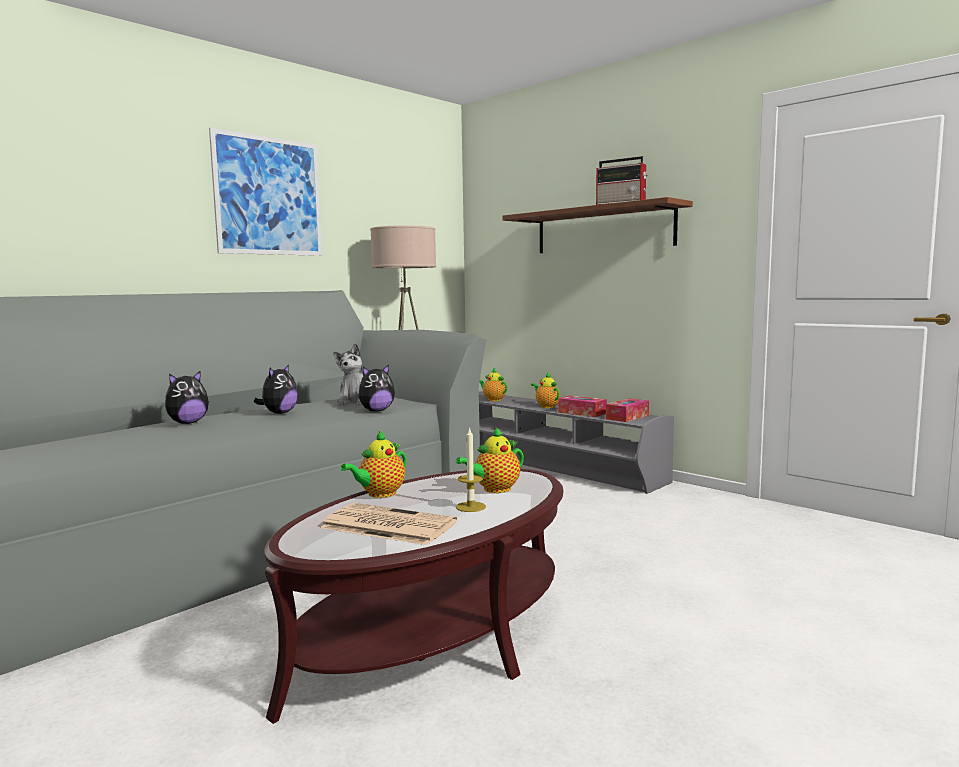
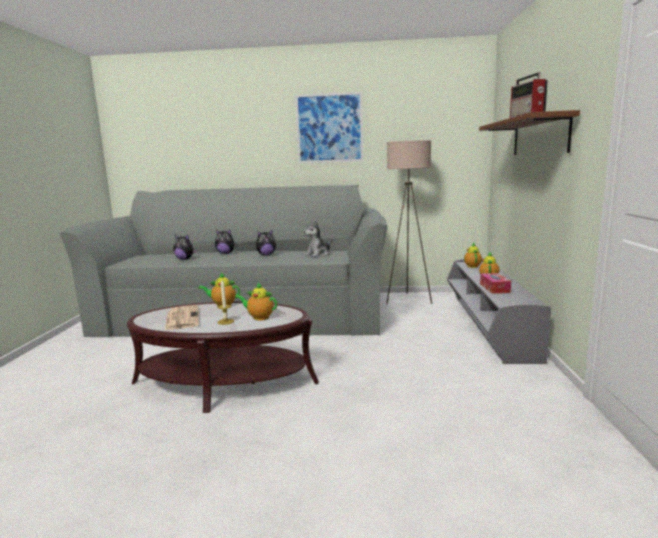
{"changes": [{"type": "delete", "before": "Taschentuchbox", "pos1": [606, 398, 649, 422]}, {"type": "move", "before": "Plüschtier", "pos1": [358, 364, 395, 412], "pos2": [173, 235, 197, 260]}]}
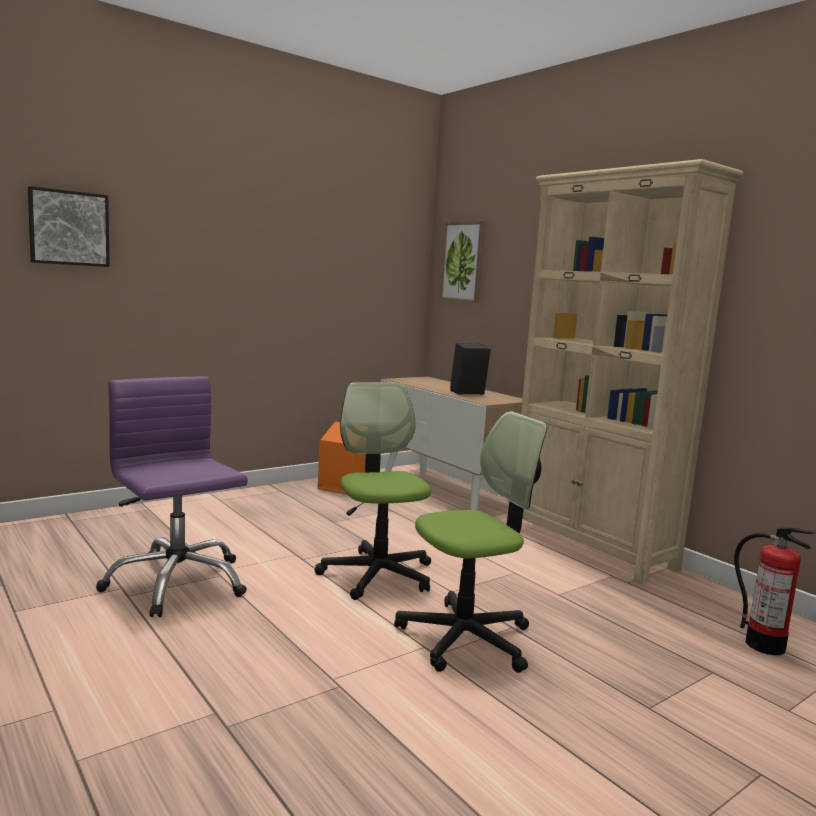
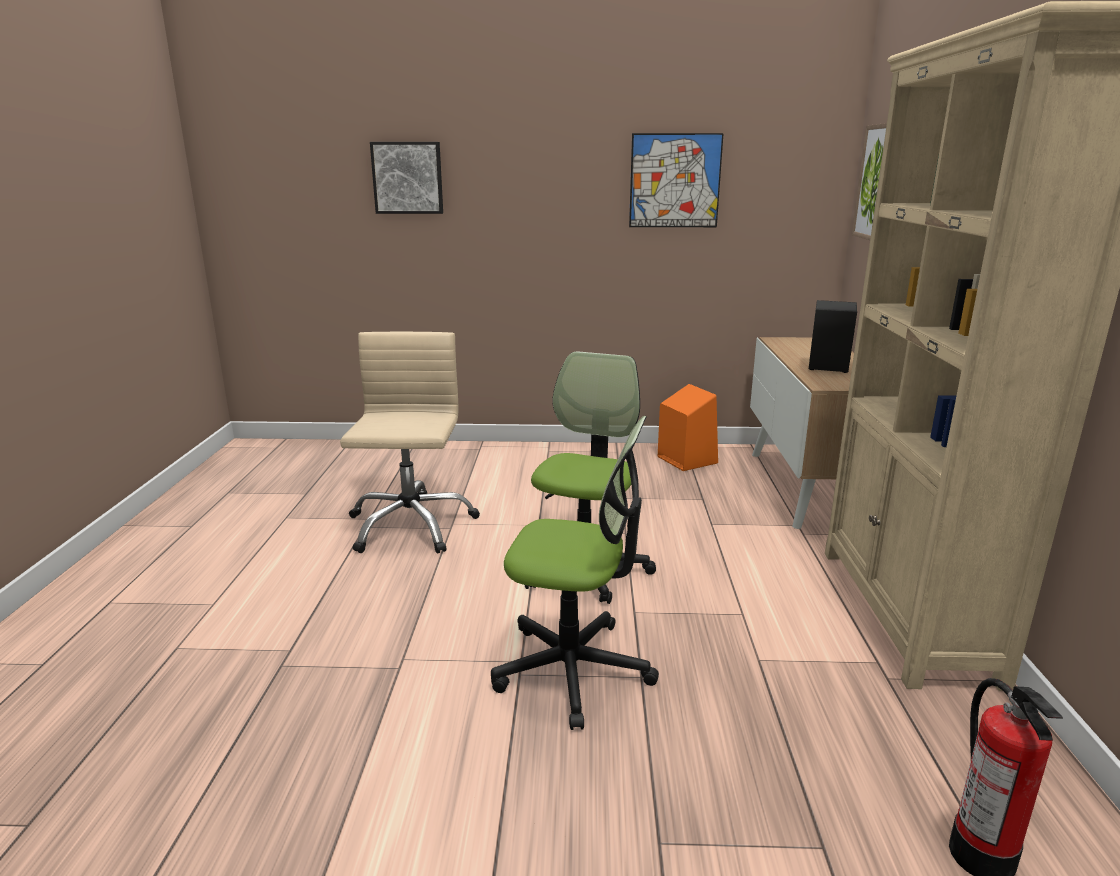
{"changes": [{"type": "insert", "after": "Bild", "pos2": [629, 133, 724, 227]}, {"type": "recolor", "before": "Bürostuhl/lila", "after": "Bürostuhl/beige", "pos1": [96, 377, 248, 617], "pos2": [340, 332, 480, 554]}]}
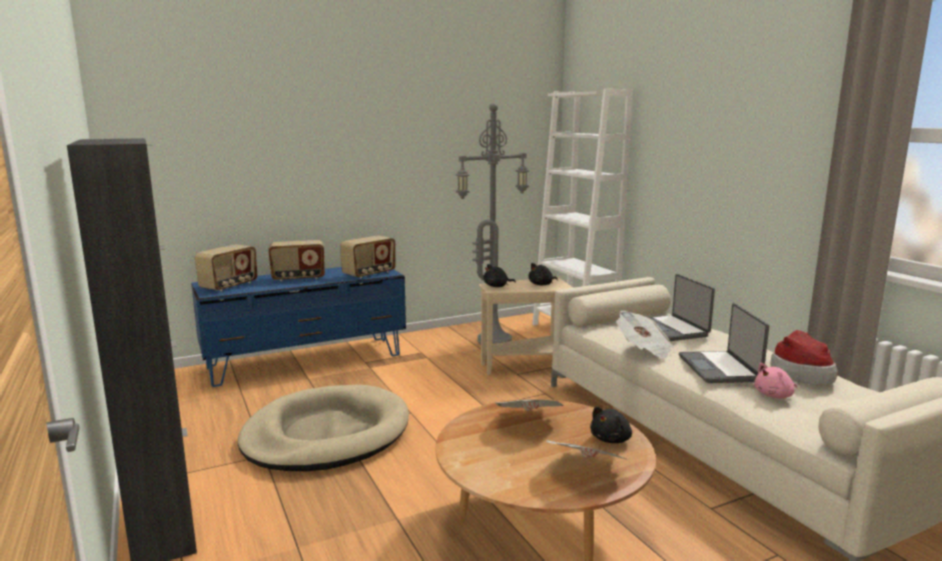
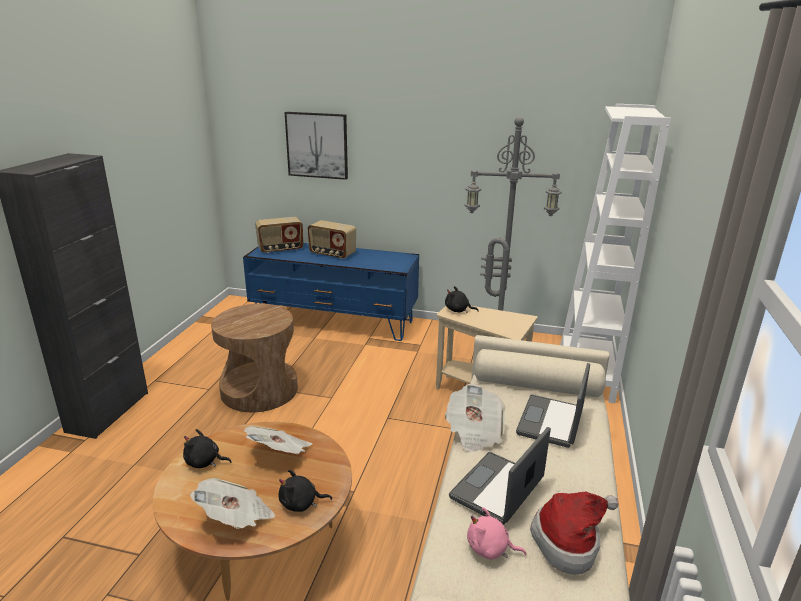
{"changes": [{"type": "delete", "before": "Radio", "pos1": [340, 235, 395, 278]}, {"type": "insert", "after": "Bild", "pos2": [285, 112, 348, 180]}, {"type": "move", "before": "Plüschtier/schwarz", "pos1": [528, 263, 558, 285], "pos2": [183, 429, 232, 468]}, {"type": "replace", "before": "Hundebett/beige", "after": "Beistelltisch/braun", "pos1": [238, 385, 409, 471], "pos2": [211, 304, 298, 412]}]}
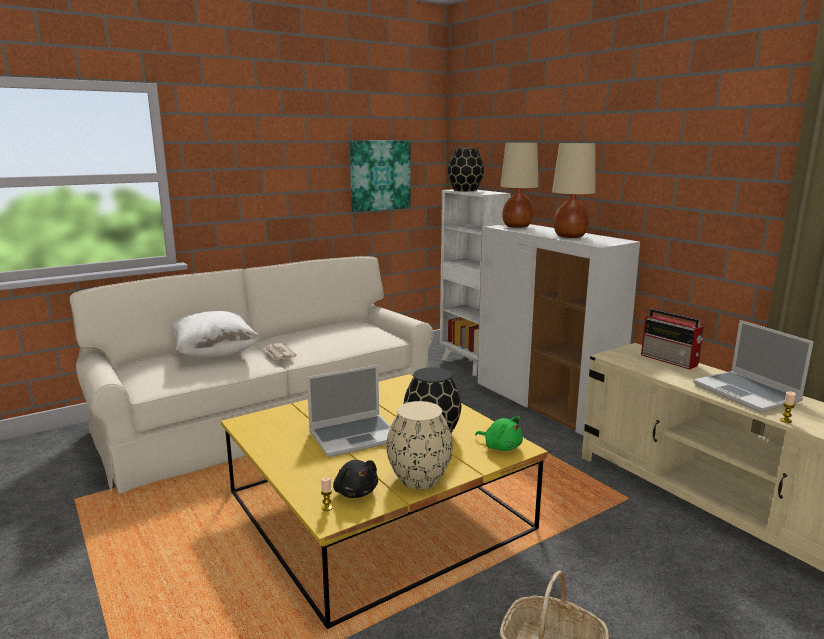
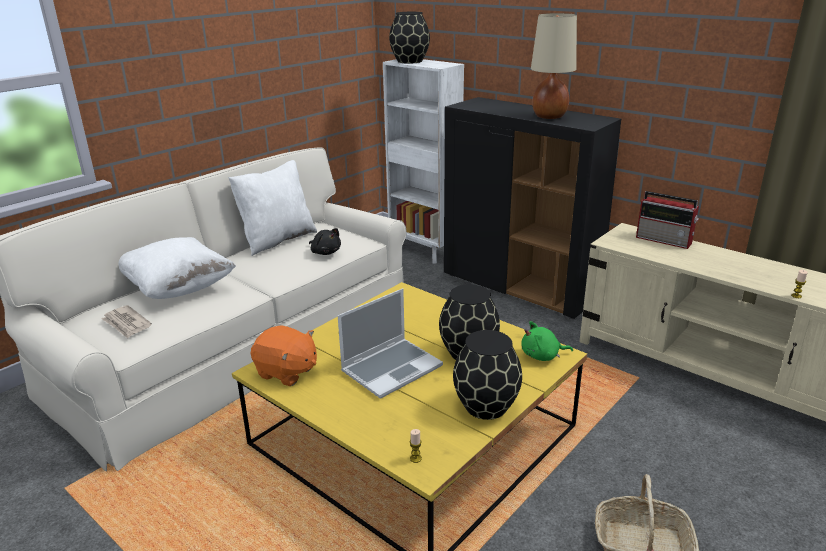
{"changes": [{"type": "delete", "before": "Bild", "pos1": [350, 140, 411, 212]}, {"type": "delete", "before": "Tischlampe/beige", "pos1": [500, 142, 539, 228]}, {"type": "delete", "before": "Laptop", "pos1": [693, 320, 814, 412]}, {"type": "insert", "after": "Kissen/weiß", "pos2": [228, 160, 317, 256]}, {"type": "insert", "after": "Plüschtier/orange", "pos2": [251, 325, 317, 386]}, {"type": "move", "before": "Zeitung", "pos1": [263, 343, 296, 362], "pos2": [101, 305, 152, 338]}, {"type": "move", "before": "Plüschtier/schwarz", "pos1": [333, 460, 378, 498], "pos2": [309, 228, 341, 255]}, {"type": "recolor", "before": "Vase/beige", "after": "Vase/schwarz", "pos1": [386, 401, 453, 489], "pos2": [453, 330, 522, 420]}, {"type": "recolor", "before": "Schrank/weiß", "after": "Schrank/schwarz", "pos1": [477, 224, 640, 437], "pos2": [444, 97, 621, 319]}, {"type": "rotate", "before": "Plüschtier/grün", "pos1": [475, 417, 523, 451], "pos2": [521, 321, 573, 361], "turn": 150}]}
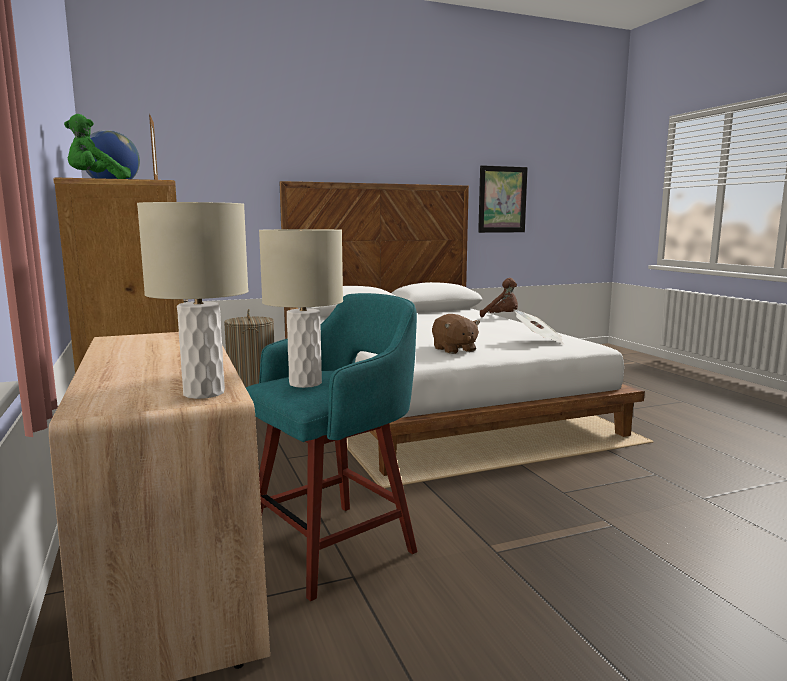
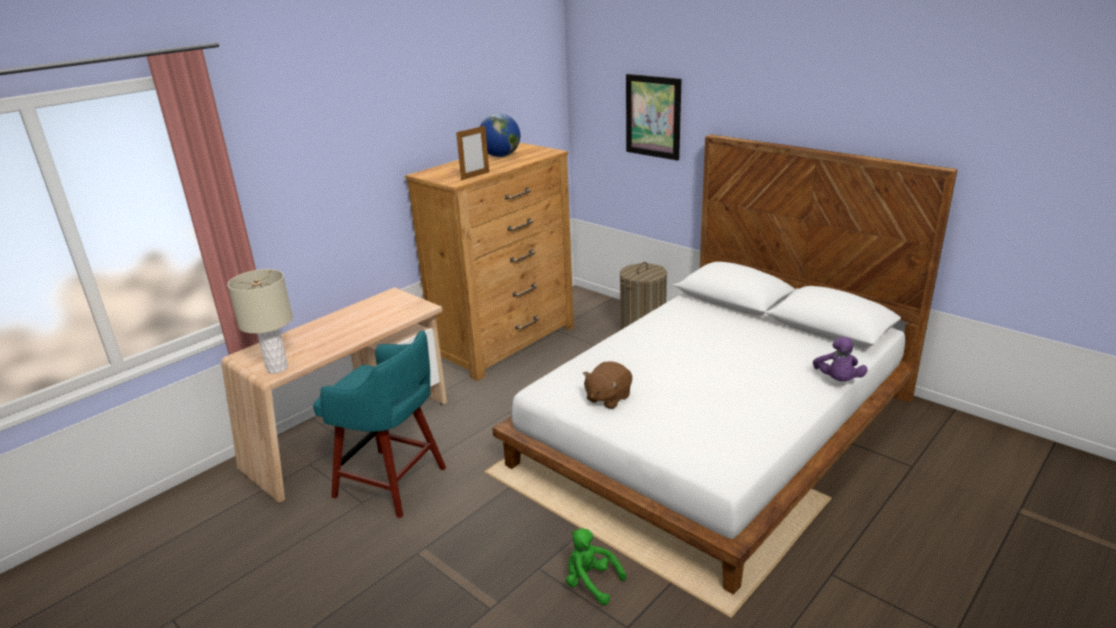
{"changes": [{"type": "delete", "before": "Tischlampe/beige", "pos1": [259, 229, 343, 388]}, {"type": "delete", "before": "Zeitung", "pos1": [514, 310, 564, 345]}, {"type": "move", "before": "Plüschtier/grün", "pos1": [64, 114, 131, 179], "pos2": [566, 529, 626, 605]}, {"type": "move", "before": "Bild", "pos1": [478, 165, 528, 233], "pos2": [626, 74, 682, 161]}, {"type": "recolor", "before": "Plüschtier/braun", "after": "Plüschtier/lila", "pos1": [480, 278, 518, 317], "pos2": [813, 337, 867, 381]}]}
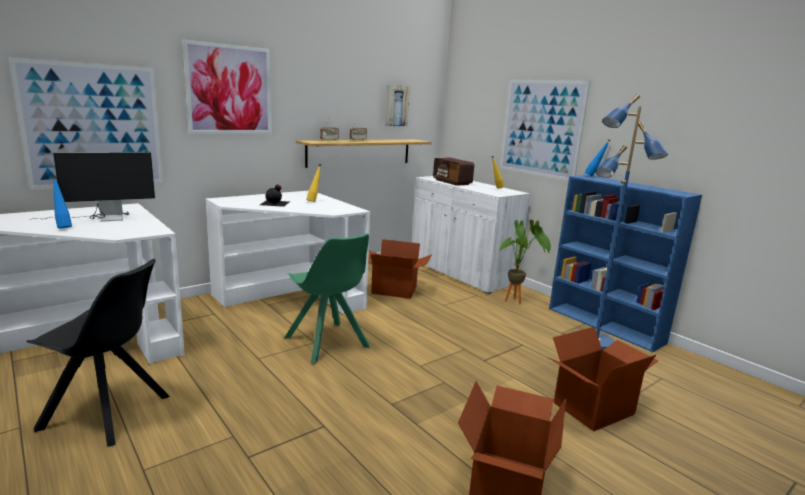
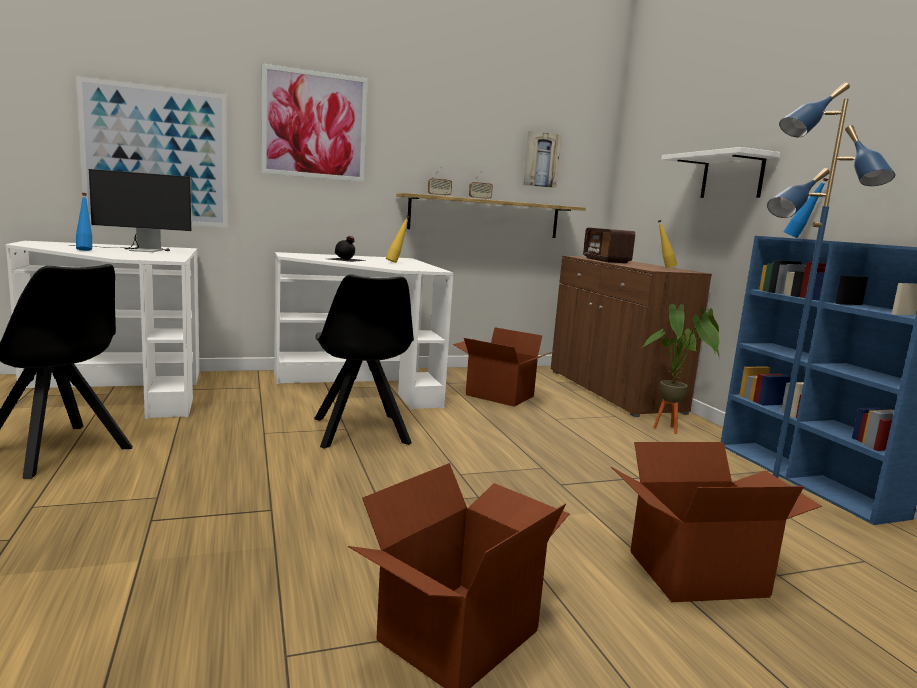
{"changes": [{"type": "replace", "before": "Bild", "after": "Wandregal/weiß", "pos1": [500, 80, 590, 181], "pos2": [661, 147, 780, 198]}, {"type": "recolor", "before": "Stuhl/grün", "after": "Stuhl/schwarz", "pos1": [285, 233, 370, 364], "pos2": [314, 274, 414, 449]}, {"type": "recolor", "before": "Schrank/weiß", "after": "Schrank/braun", "pos1": [412, 176, 530, 294], "pos2": [551, 255, 712, 417]}]}
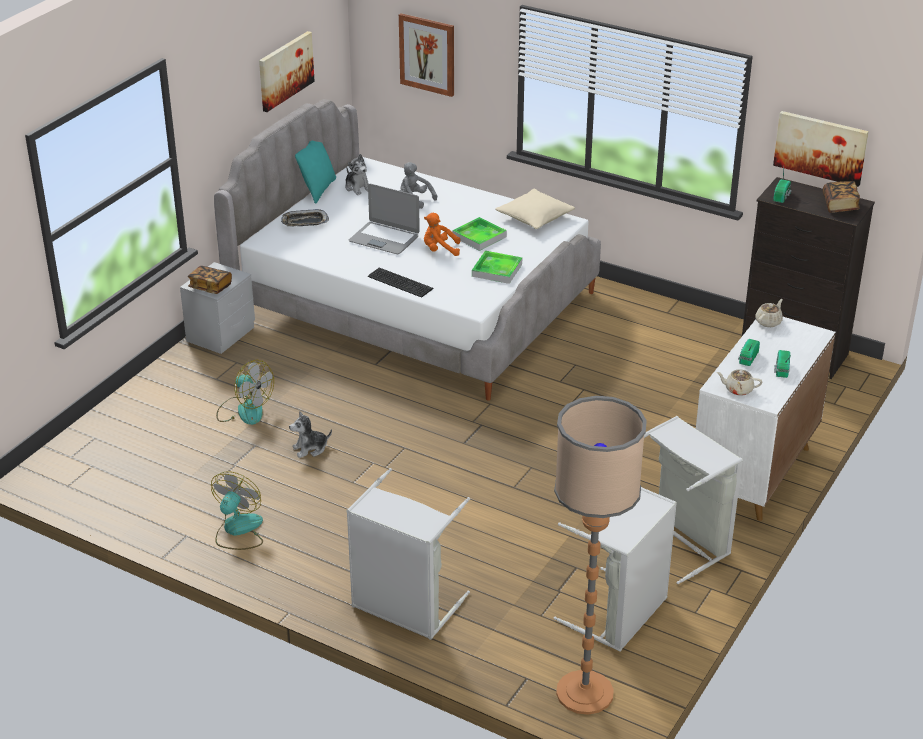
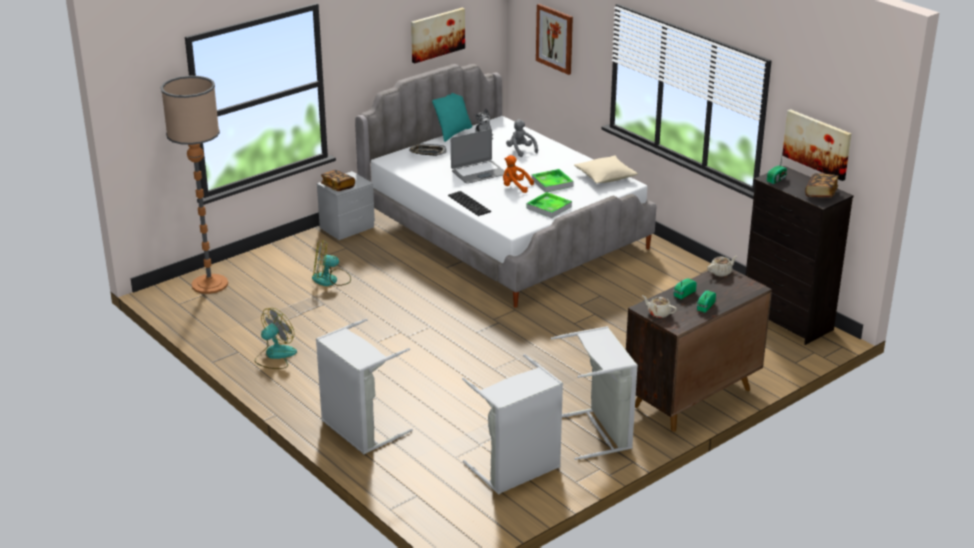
{"changes": [{"type": "delete", "before": "Plüschtier", "pos1": [289, 411, 332, 458]}, {"type": "move", "before": "Stehlampe", "pos1": [554, 396, 647, 715], "pos2": [161, 76, 228, 294]}, {"type": "recolor", "before": "Schrank/weiß", "after": "Schrank/braun", "pos1": [696, 317, 836, 521], "pos2": [626, 270, 772, 432]}, {"type": "rotate", "before": "Ventilator", "pos1": [216, 360, 274, 425], "pos2": [312, 240, 351, 286], "turn": 120}, {"type": "rotate", "before": "Laptop", "pos1": [349, 183, 420, 254], "pos2": [451, 129, 504, 184], "turn": -75}]}
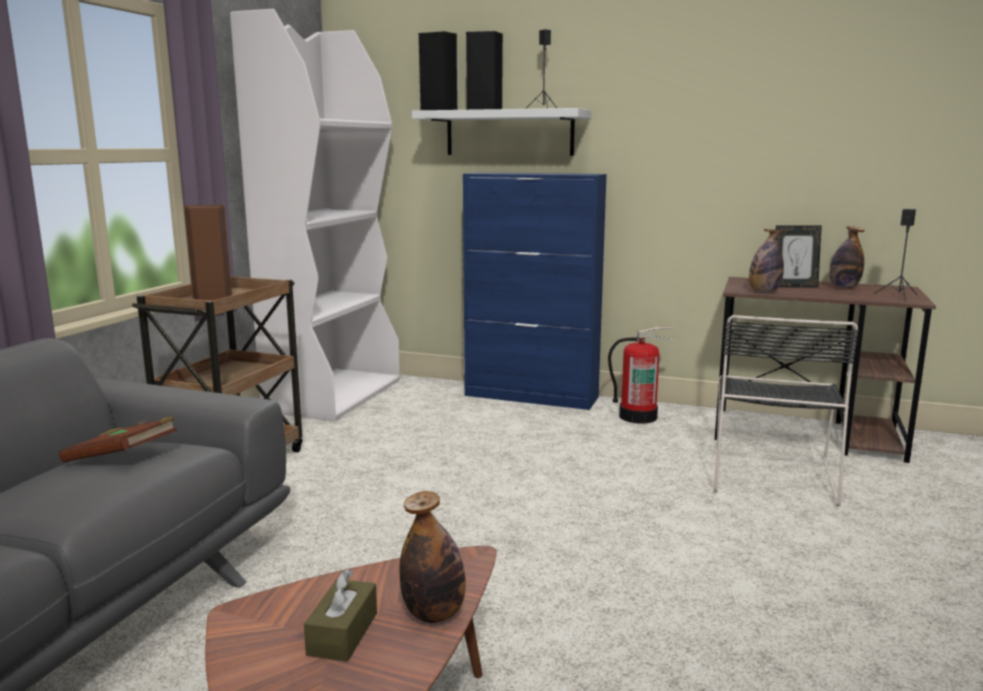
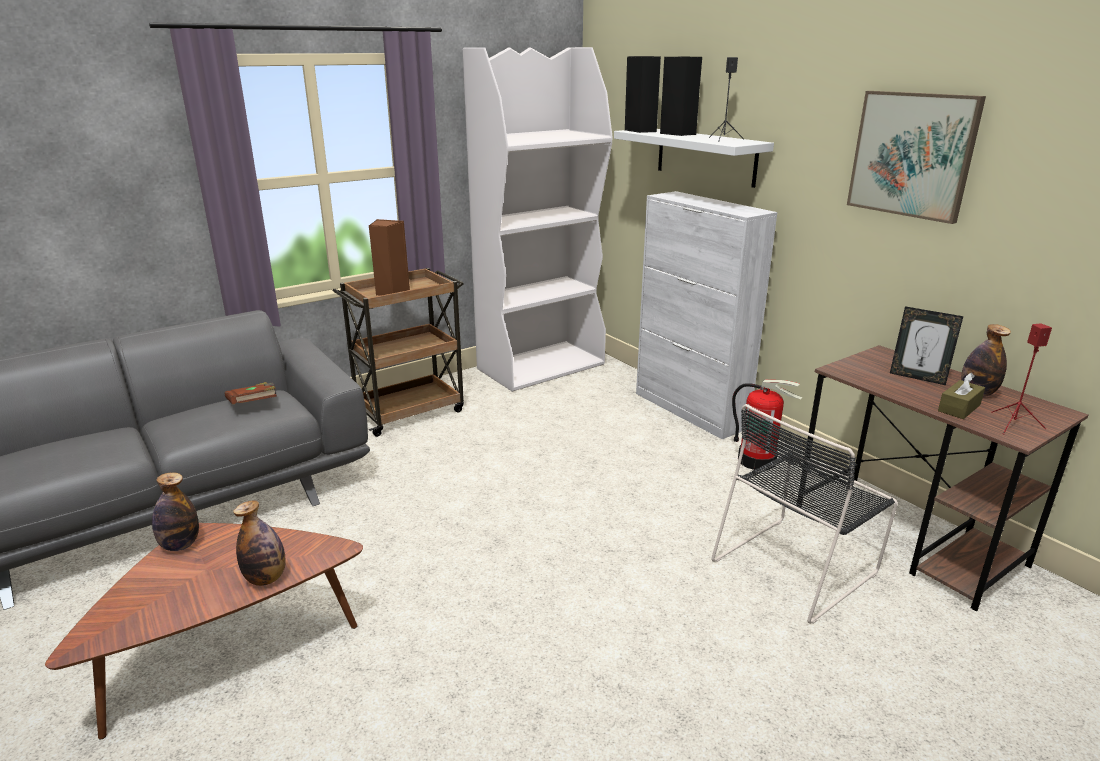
{"changes": [{"type": "insert", "after": "Bild", "pos2": [847, 91, 986, 224]}, {"type": "move", "before": "Taschentuchbox/braun", "pos1": [304, 569, 377, 662], "pos2": [938, 373, 985, 419]}, {"type": "move", "before": "Flasche", "pos1": [749, 229, 784, 292], "pos2": [152, 472, 199, 551]}, {"type": "recolor", "before": "Schrank/blau", "after": "Schrank/weiß", "pos1": [463, 172, 607, 410], "pos2": [636, 191, 778, 440]}, {"type": "recolor", "before": "Lautsprecher/schwarz", "after": "Lautsprecher/rot", "pos1": [874, 209, 918, 301], "pos2": [992, 324, 1052, 434]}]}
